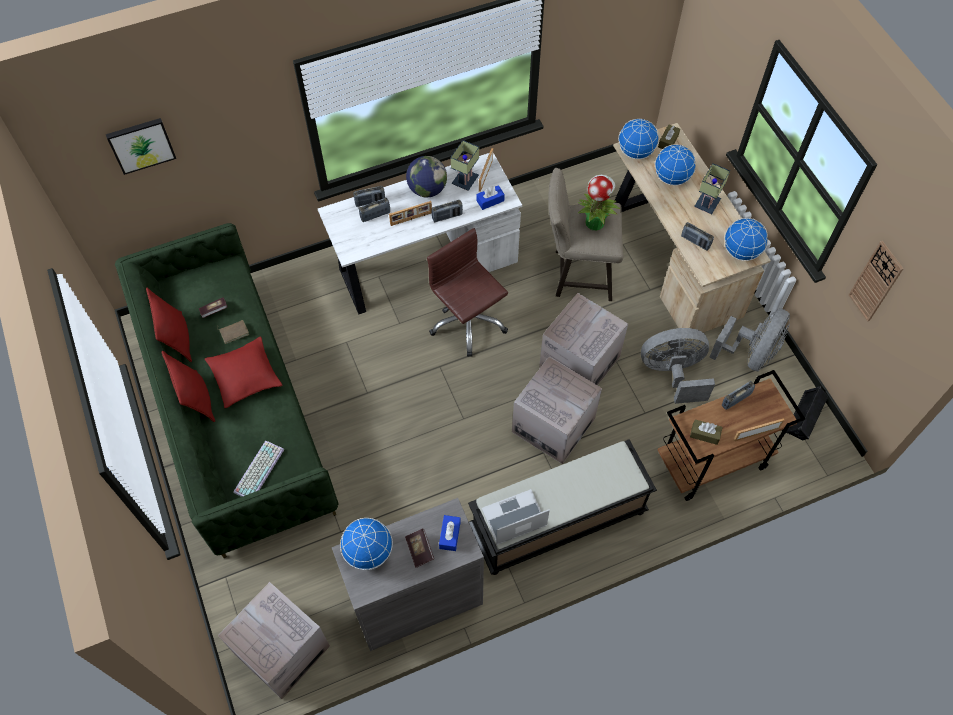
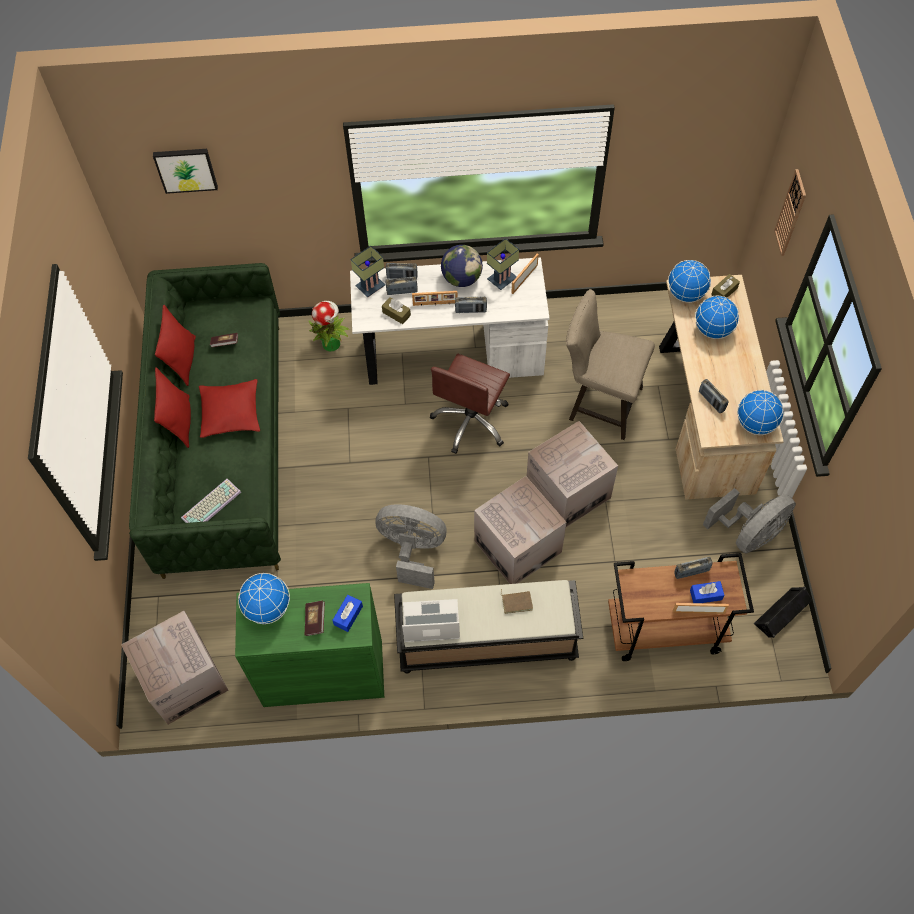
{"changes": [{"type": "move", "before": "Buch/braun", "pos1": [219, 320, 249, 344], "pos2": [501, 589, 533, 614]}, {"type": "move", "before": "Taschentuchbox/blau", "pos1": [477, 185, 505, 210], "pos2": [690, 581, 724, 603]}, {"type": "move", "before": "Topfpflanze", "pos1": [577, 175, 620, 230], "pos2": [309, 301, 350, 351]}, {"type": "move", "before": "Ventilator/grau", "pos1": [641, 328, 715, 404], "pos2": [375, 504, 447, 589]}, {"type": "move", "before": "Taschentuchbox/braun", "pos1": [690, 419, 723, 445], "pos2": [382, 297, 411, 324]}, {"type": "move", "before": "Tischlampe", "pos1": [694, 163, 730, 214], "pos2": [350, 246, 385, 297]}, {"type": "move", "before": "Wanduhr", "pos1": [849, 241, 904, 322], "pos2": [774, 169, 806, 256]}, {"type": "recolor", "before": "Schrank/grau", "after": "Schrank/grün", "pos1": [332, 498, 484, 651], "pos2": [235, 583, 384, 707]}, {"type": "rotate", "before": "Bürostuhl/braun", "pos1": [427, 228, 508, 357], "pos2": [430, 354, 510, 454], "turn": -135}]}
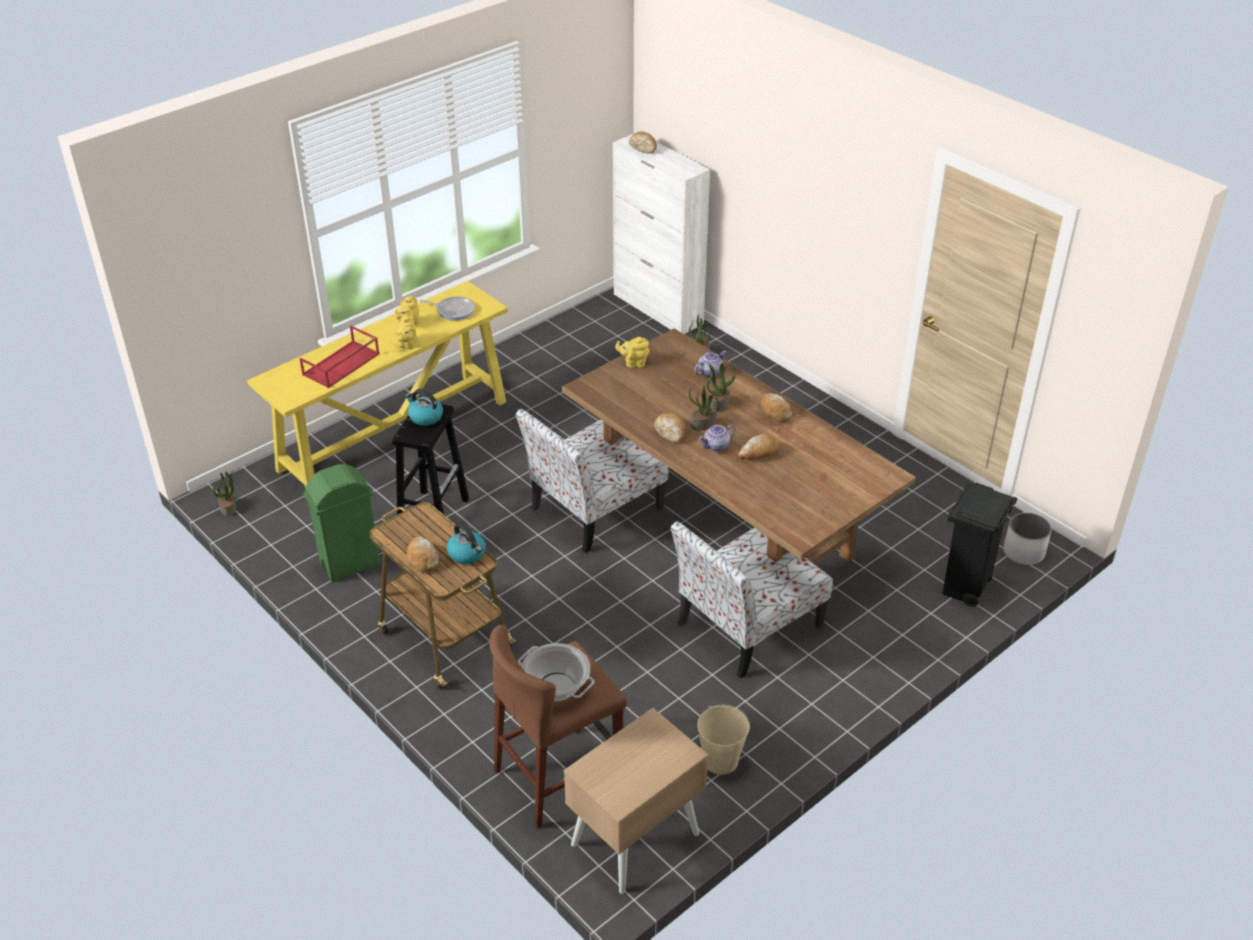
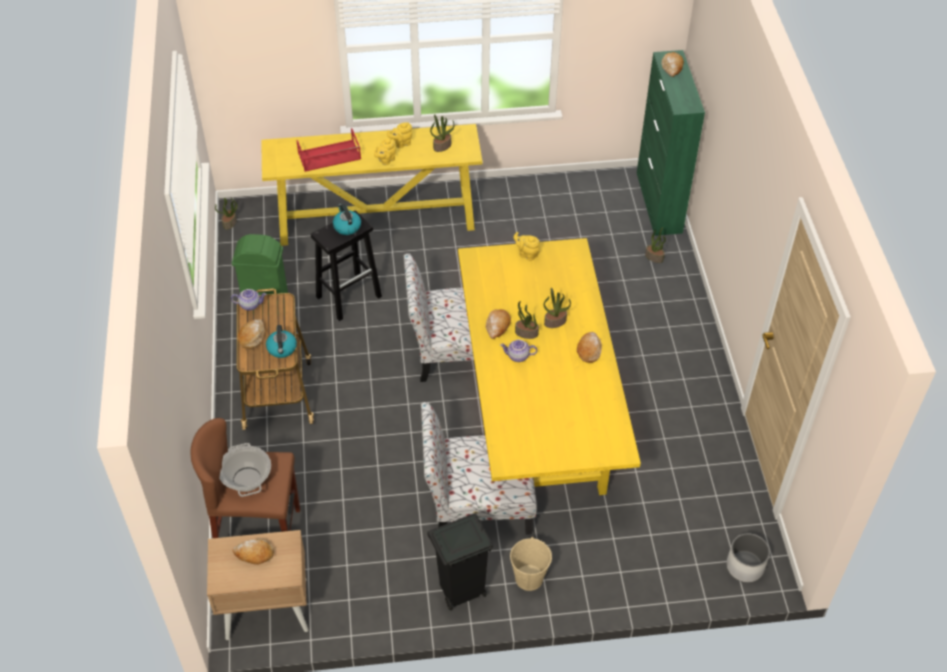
{"changes": [{"type": "move", "before": "Teekanne", "pos1": [695, 351, 726, 377], "pos2": [231, 289, 267, 311]}, {"type": "move", "before": "Eimer/beige", "pos1": [697, 705, 750, 775], "pos2": [510, 537, 552, 591]}, {"type": "move", "before": "Brot", "pos1": [739, 434, 778, 460], "pos2": [232, 539, 274, 565]}, {"type": "move", "before": "Mülleimer/schwarz", "pos1": [943, 483, 1017, 607], "pos2": [427, 513, 493, 611]}, {"type": "replace", "before": "Pfanne", "after": "Topfpflanze", "pos1": [419, 296, 475, 321], "pos2": [430, 114, 454, 152]}, {"type": "recolor", "before": "Esstisch/braun", "after": "Esstisch/gelb", "pos1": [562, 328, 916, 564], "pos2": [458, 238, 641, 495]}, {"type": "recolor", "before": "Schrank/weiß", "after": "Schrank/grün", "pos1": [613, 133, 710, 334], "pos2": [637, 50, 705, 236]}]}
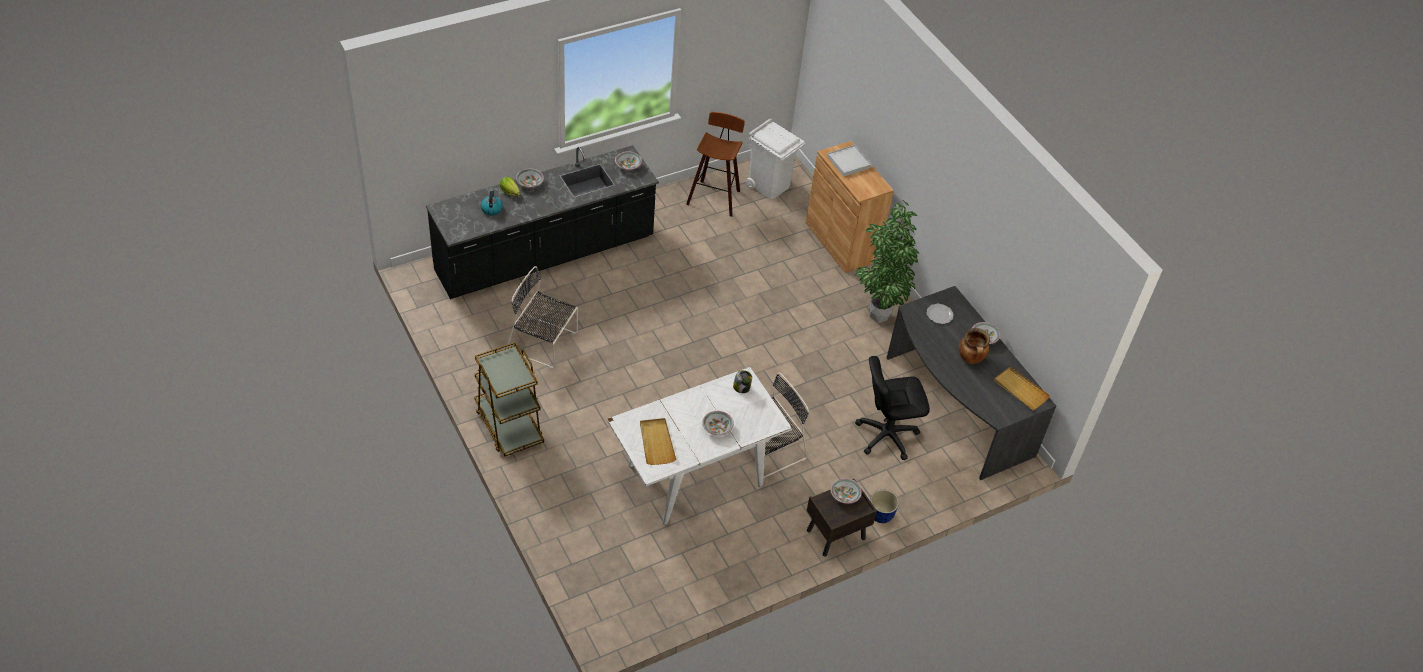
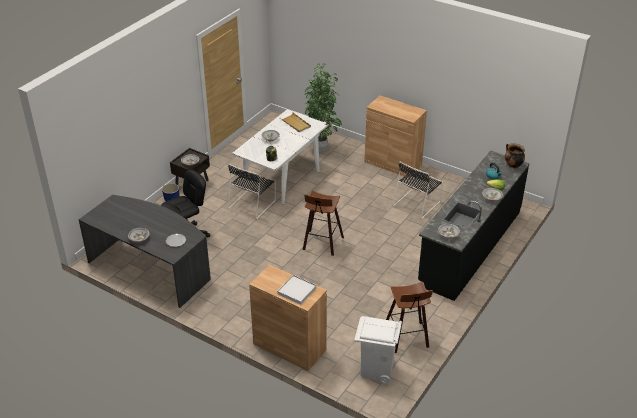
{"changes": [{"type": "delete", "before": "Tablett/beige", "pos1": [994, 367, 1050, 410]}, {"type": "insert", "after": "Hocker", "pos2": [303, 191, 344, 256]}, {"type": "move", "before": "Topfpflanze", "pos1": [854, 200, 919, 323], "pos2": [304, 63, 342, 152]}, {"type": "move", "before": "Kochtopf", "pos1": [959, 328, 990, 364], "pos2": [505, 143, 525, 168]}, {"type": "replace", "before": "Rollwagen/braun", "after": "Schrank/braun", "pos1": [474, 342, 544, 457], "pos2": [364, 96, 427, 178]}, {"type": "rotate", "before": "Stuhl/schwarz", "pos1": [506, 266, 578, 369], "pos2": [393, 162, 443, 219], "turn": 135}]}
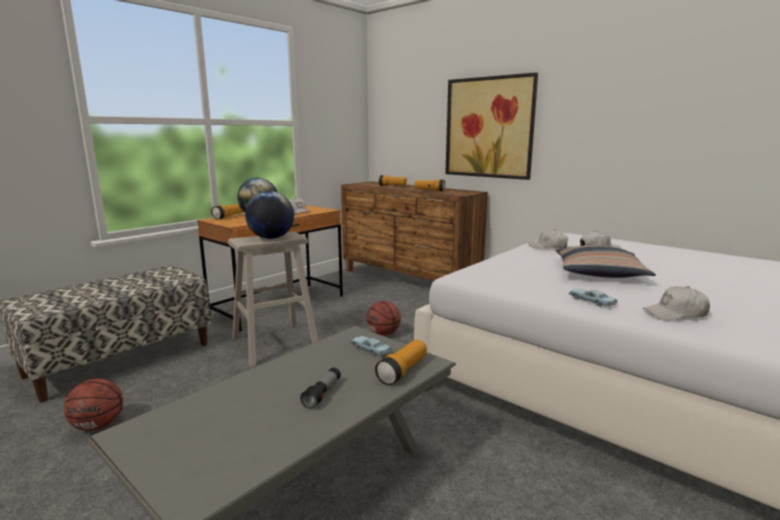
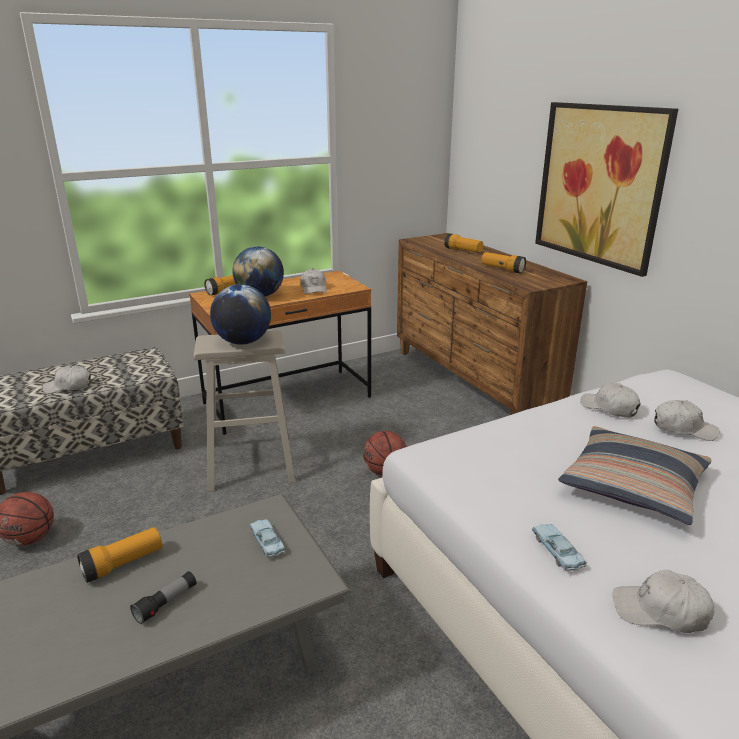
{"changes": [{"type": "insert", "after": "Kappe/weiß", "pos2": [42, 365, 91, 393]}, {"type": "move", "before": "Taschenlampe", "pos1": [375, 340, 427, 385], "pos2": [77, 527, 162, 583]}]}
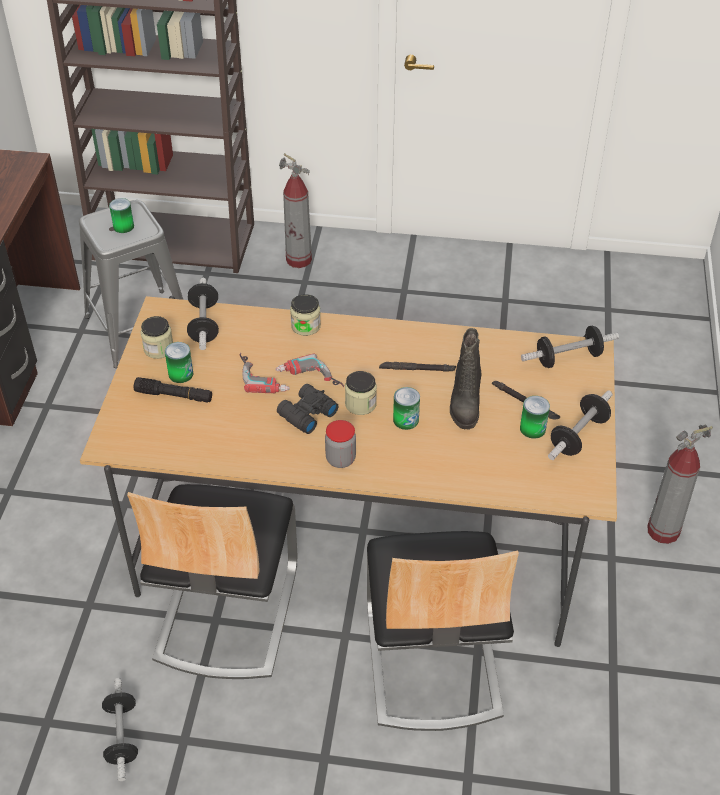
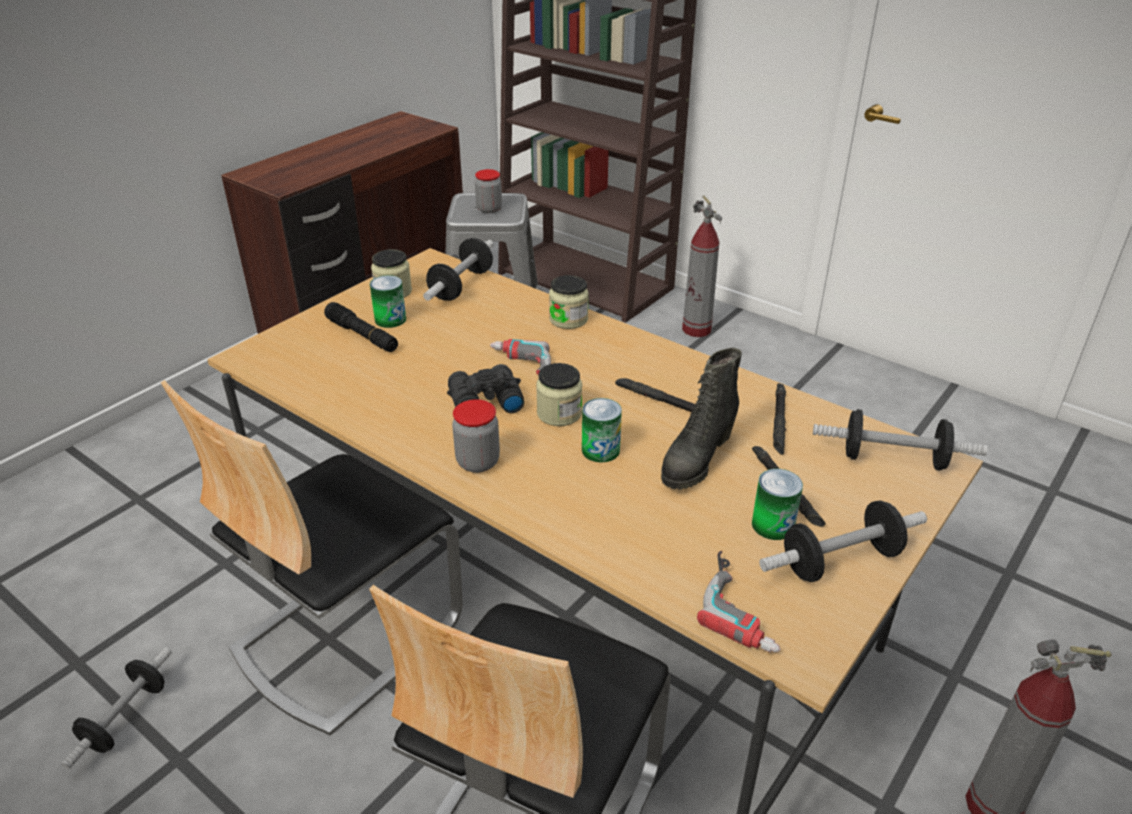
{"changes": [{"type": "insert", "after": "Taschenlampe/schwarz", "pos2": [773, 383, 786, 455]}, {"type": "move", "before": "Bohrmaschine", "pos1": [240, 353, 290, 393], "pos2": [697, 551, 780, 652]}, {"type": "replace", "before": "Dose", "after": "Vorratsglas", "pos1": [109, 198, 134, 233], "pos2": [475, 169, 502, 213]}]}
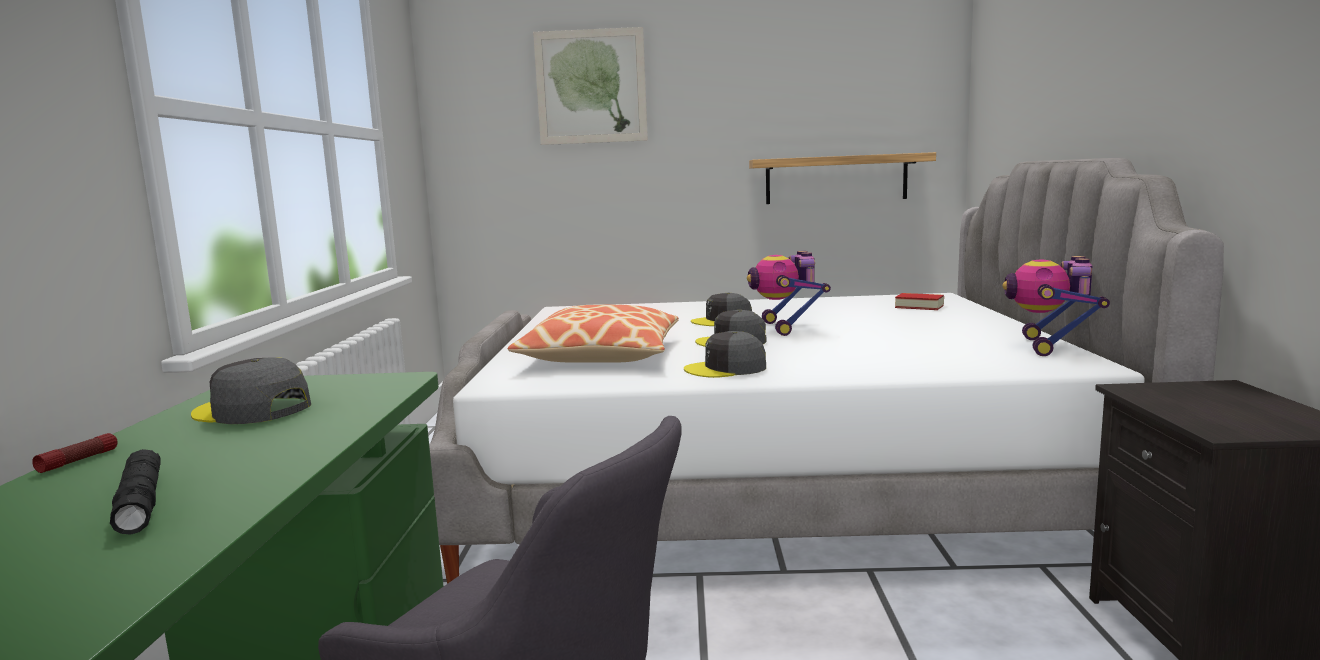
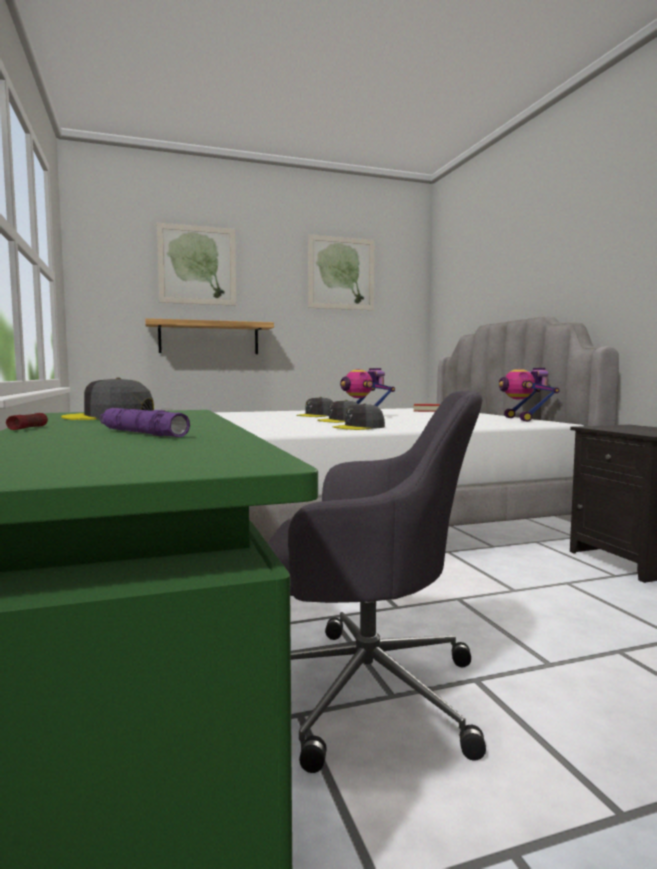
{"changes": [{"type": "delete", "before": "Kissen", "pos1": [508, 304, 679, 363]}, {"type": "insert", "after": "Bild", "pos2": [308, 234, 375, 310]}, {"type": "move", "before": "Wandregal", "pos1": [749, 152, 936, 204], "pos2": [145, 318, 274, 354]}, {"type": "recolor", "before": "Taschenlampe/schwarz", "after": "Taschenlampe/lila", "pos1": [110, 449, 161, 535], "pos2": [100, 408, 190, 437]}]}
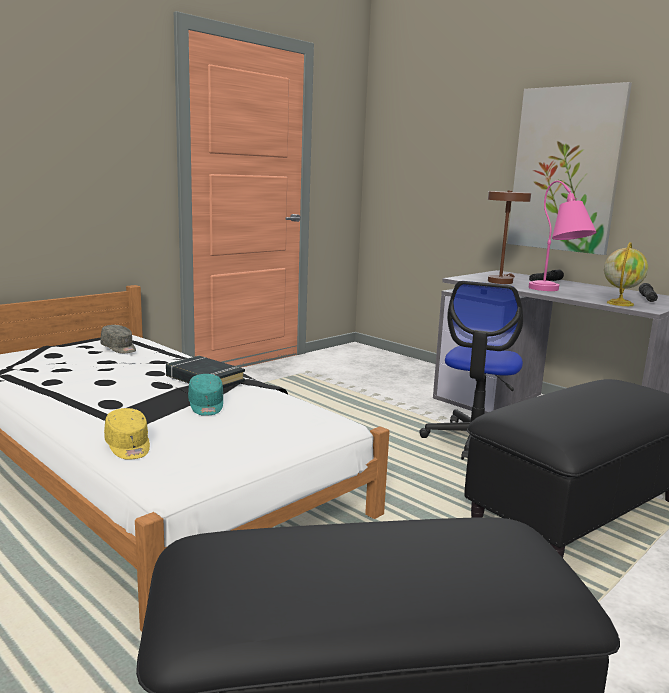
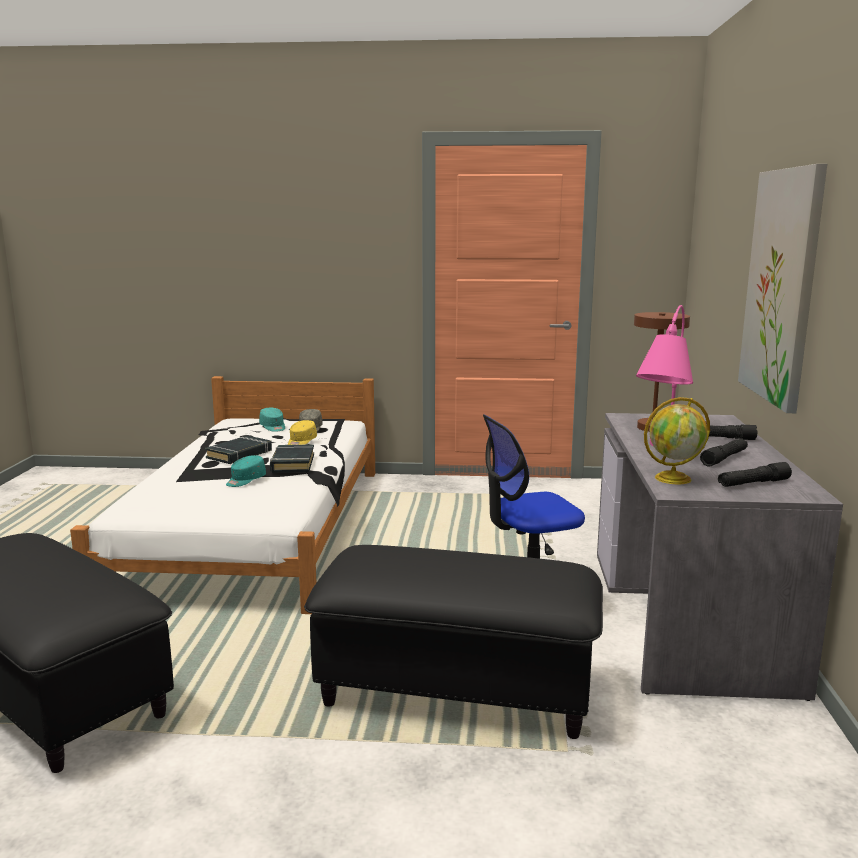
{"changes": [{"type": "insert", "after": "Buch/schwarz", "pos2": [205, 435, 272, 464]}, {"type": "insert", "after": "Kappe/türkis", "pos2": [259, 408, 285, 432]}, {"type": "insert", "after": "Taschenlampe/schwarz", "pos2": [700, 438, 748, 467]}, {"type": "move", "before": "Kappe/gelb", "pos1": [104, 408, 150, 460], "pos2": [288, 420, 317, 445]}]}
